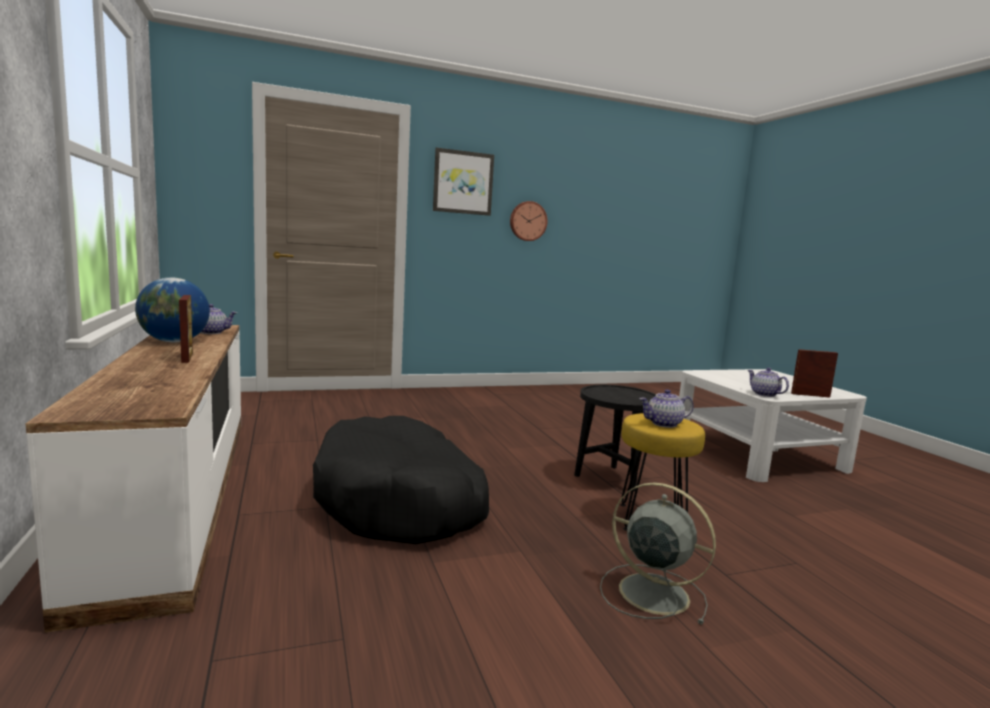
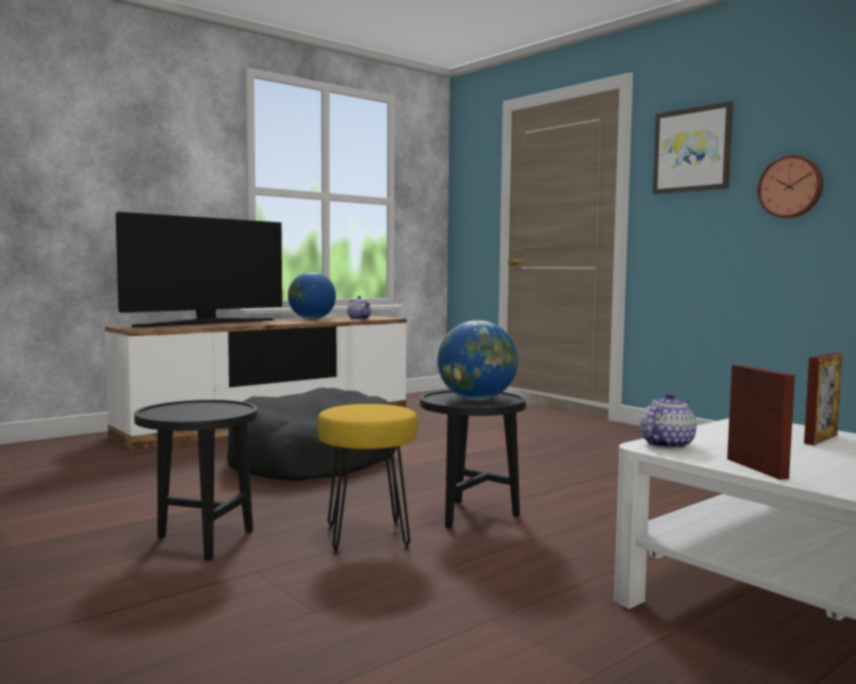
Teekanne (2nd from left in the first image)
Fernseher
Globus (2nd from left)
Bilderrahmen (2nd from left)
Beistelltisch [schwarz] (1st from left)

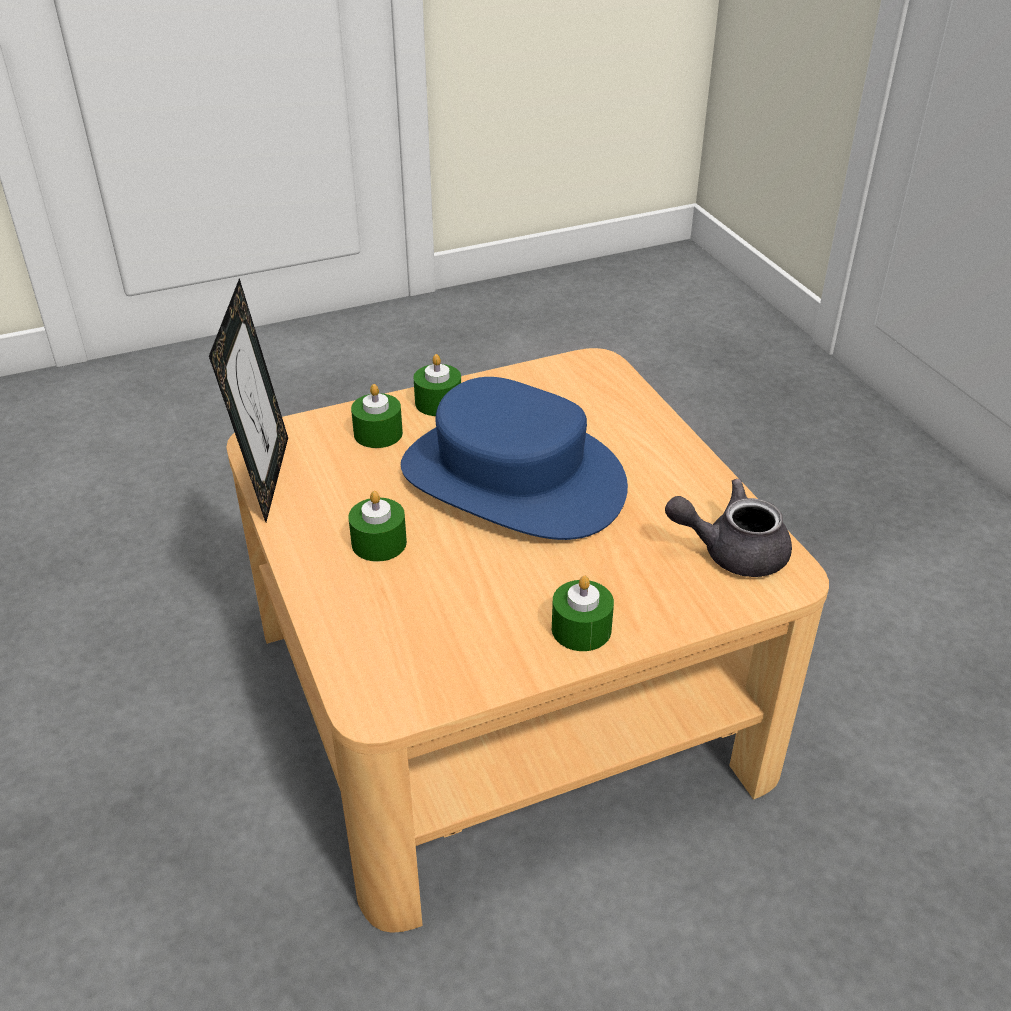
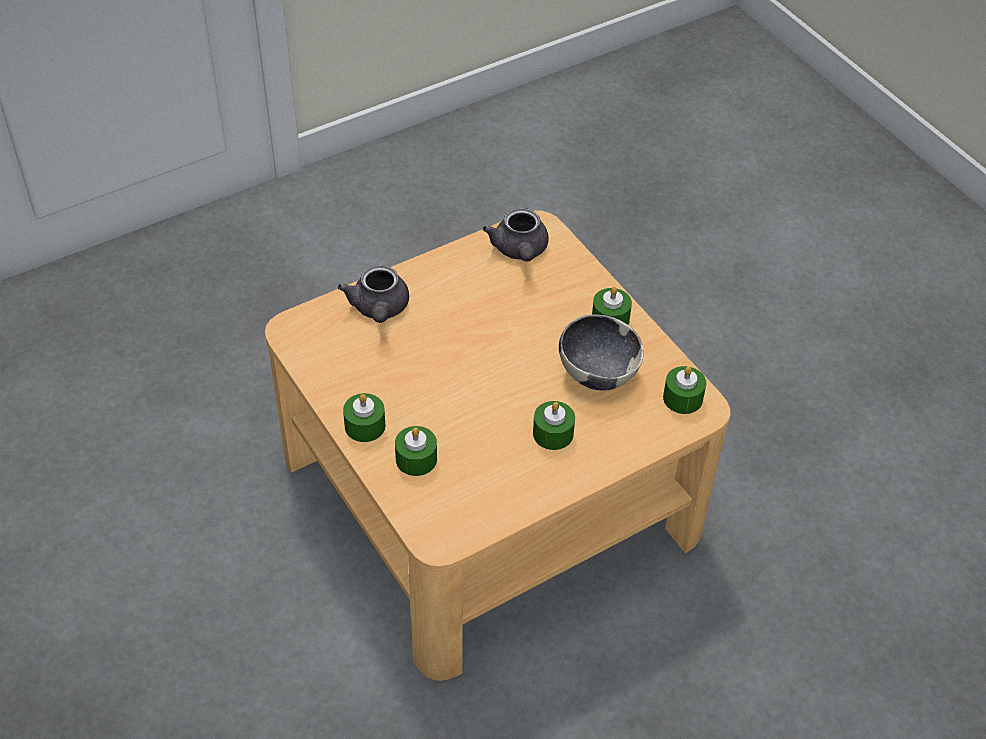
Bilderrahmen
Hut [blau]
Teekanne [grau] (1st from left)
Schüssel
Kerze [grün] (5th from left)

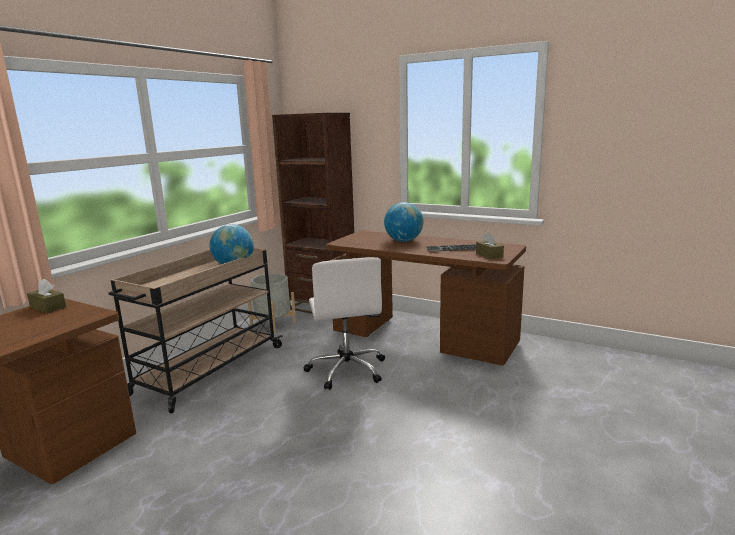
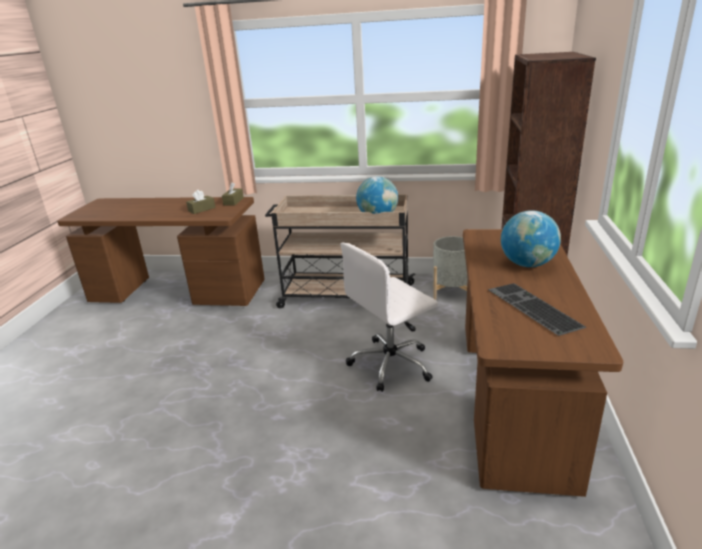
Taschentuchbox [braun] (1st from left)

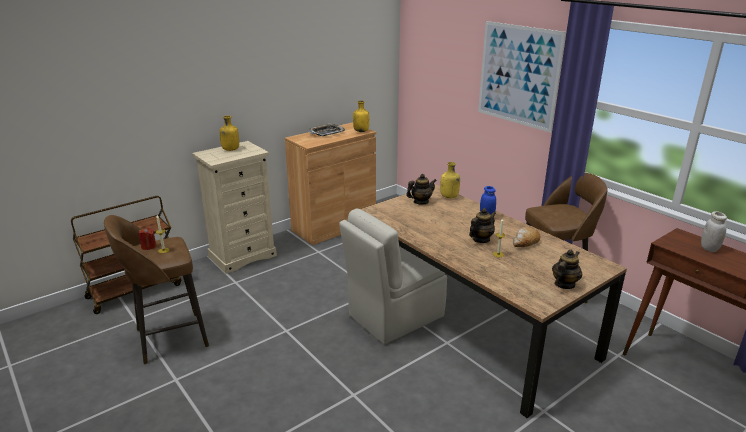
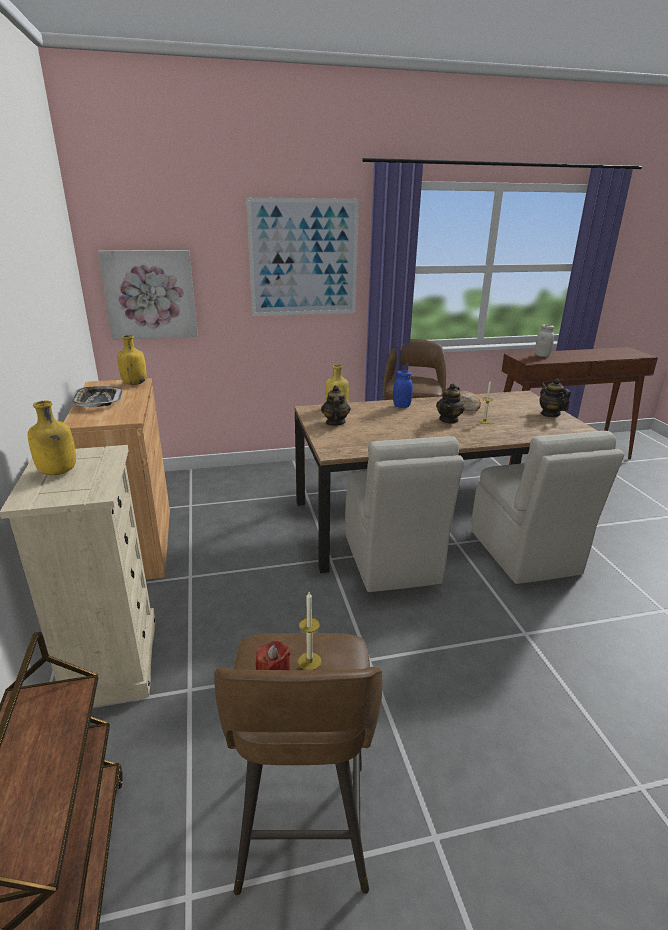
Bild (1st from left)
Stuhl [beige] (2nd from left)
Teekanne (2nd from left)

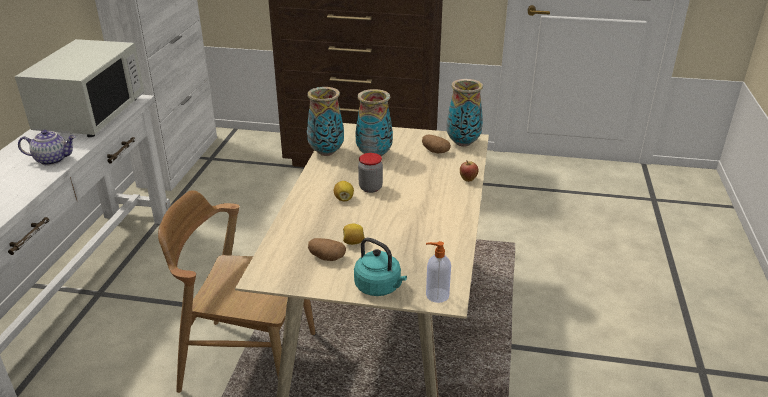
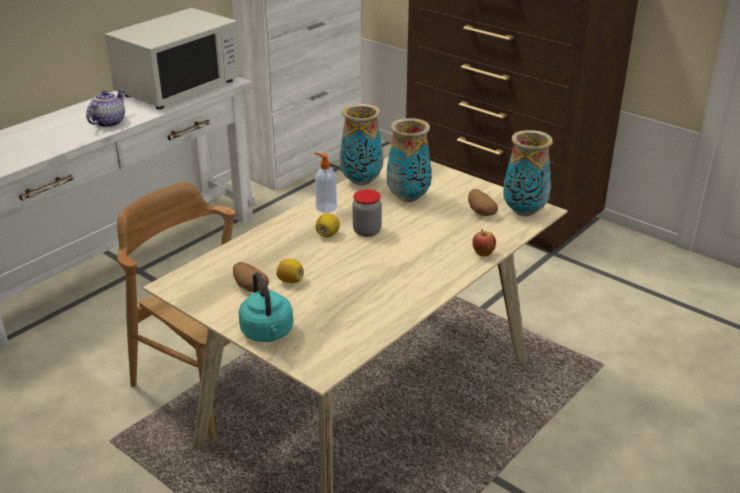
Seifenspender
Teekanne

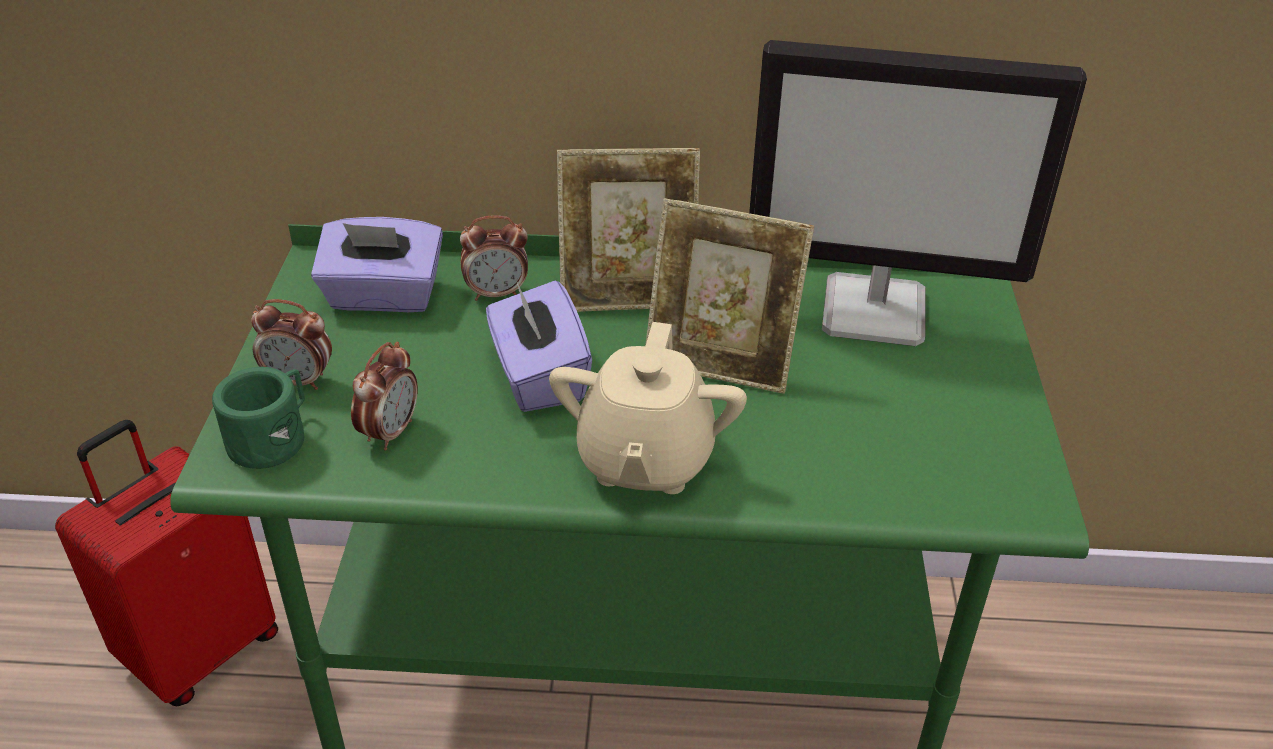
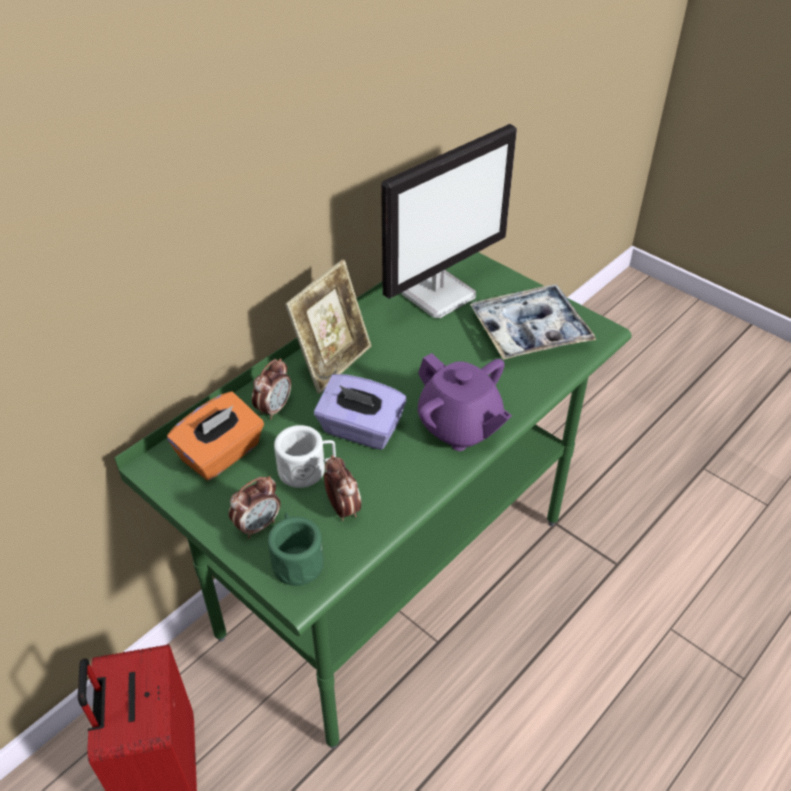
Bilderrahmen (2nd from left in the first image)
Henkelbecher [weiß]
Tablett
Taschentuchbox [orange]
Teekanne [lila]

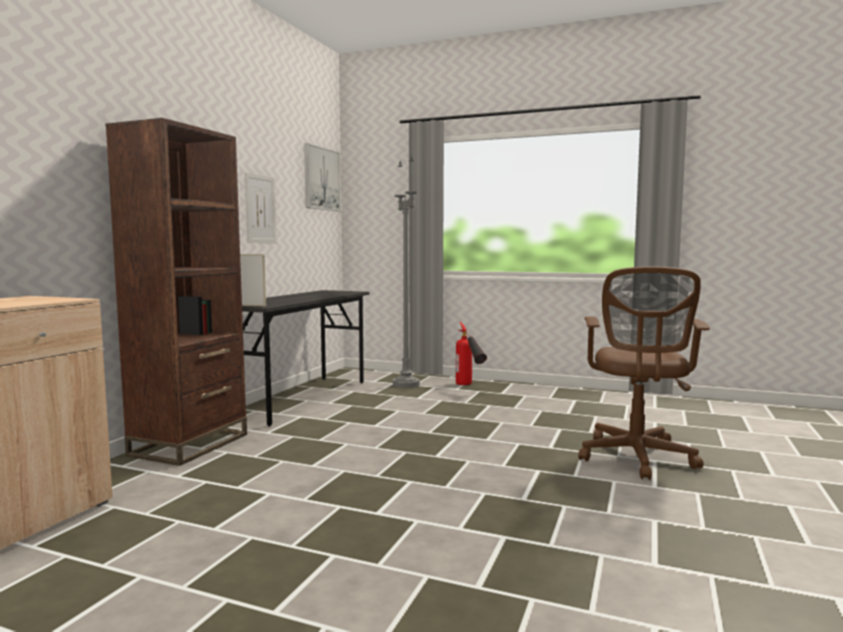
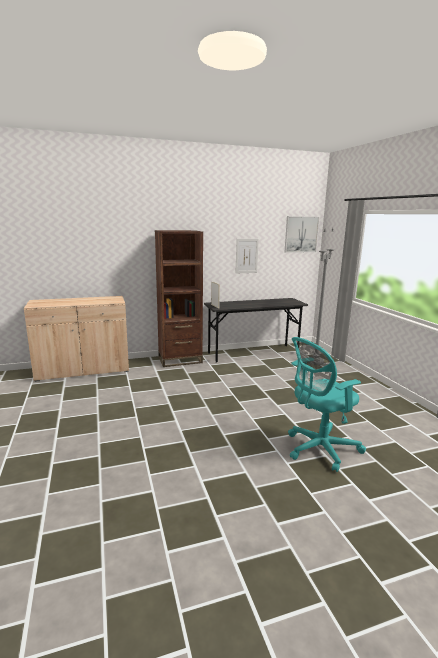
Feuerlöscher
Bürostuhl [türkis]

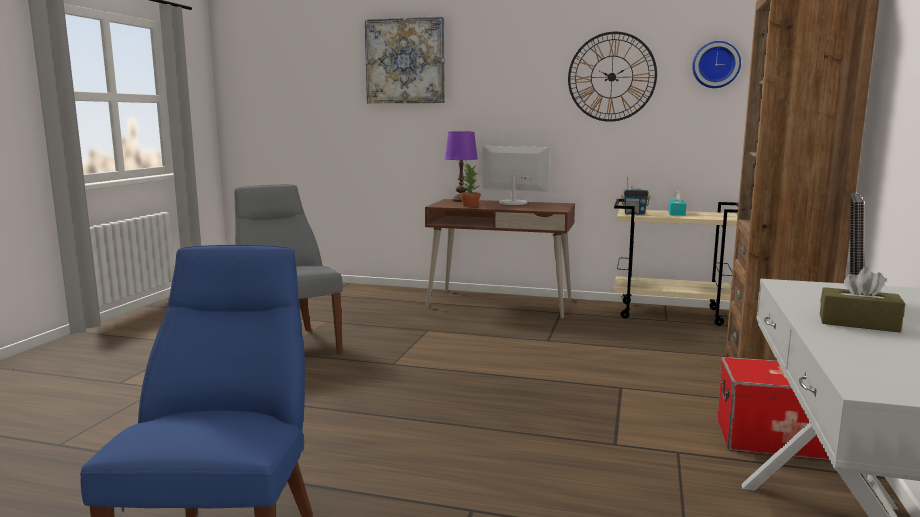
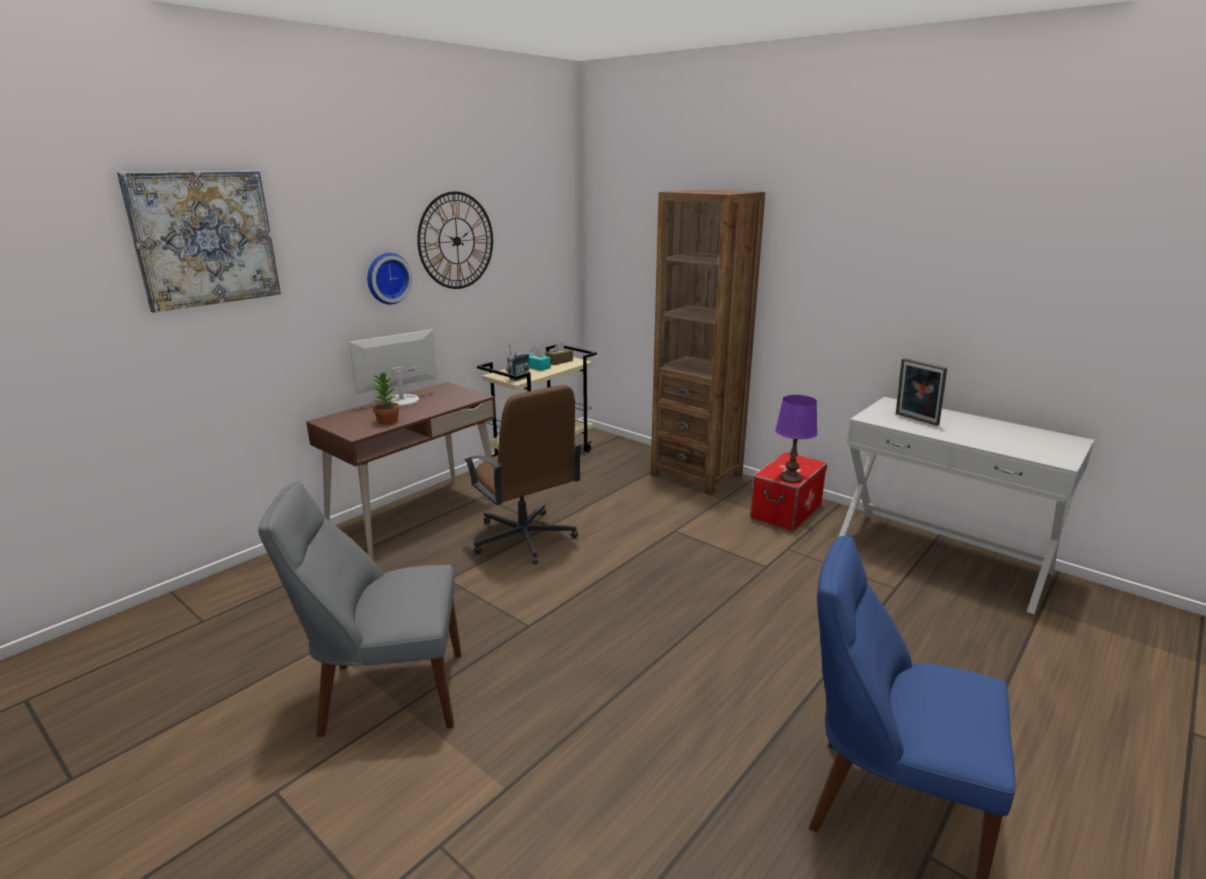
Bürostuhl [braun]
Tischlampe [lila]
Wanduhr (1st from left)
Taschentuchbox [braun]

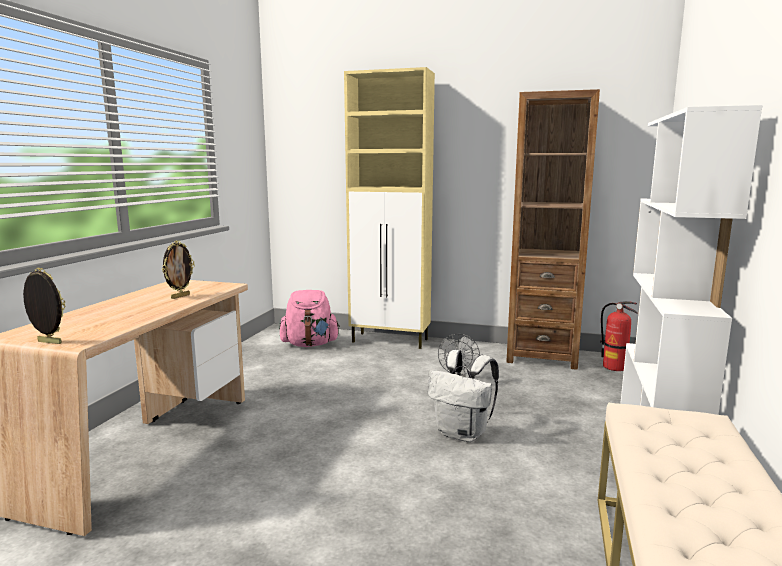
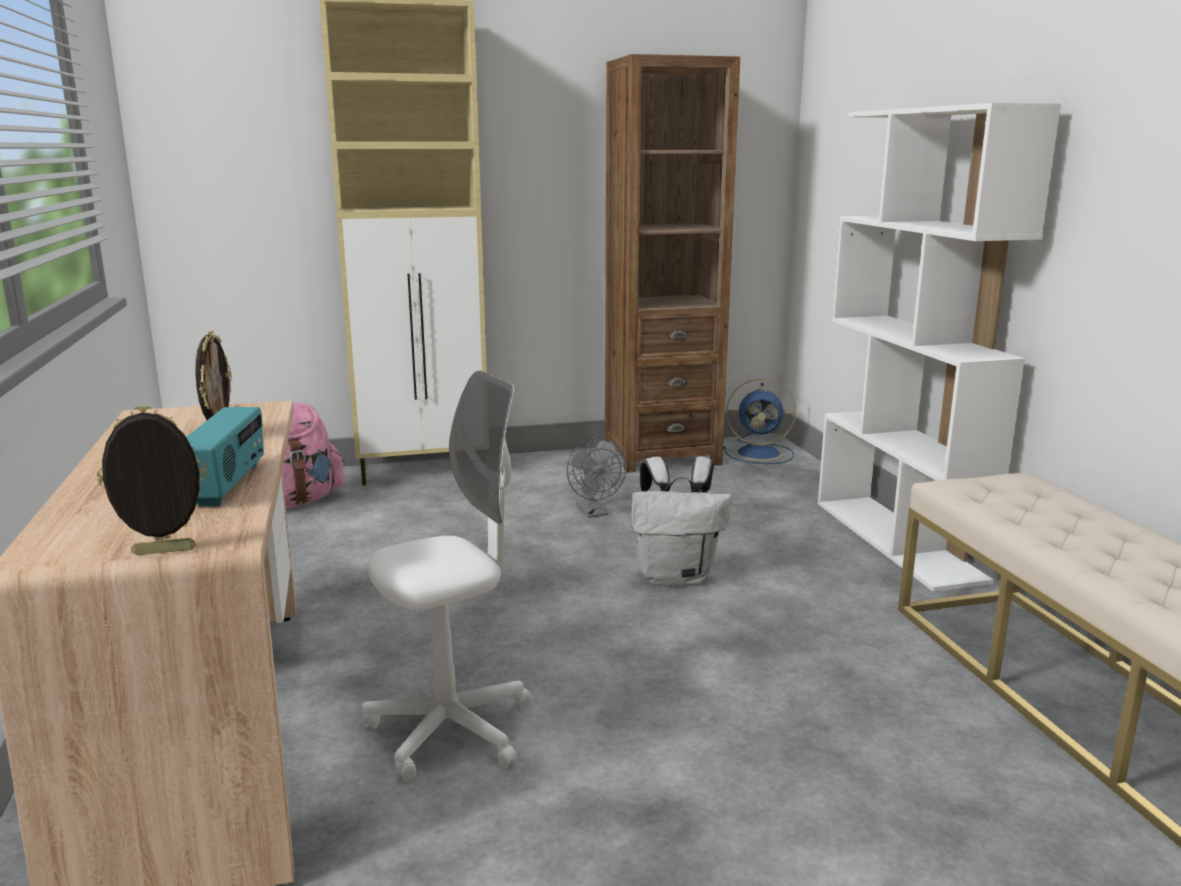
Radio
Bürostuhl [weiß]
Ventilator [blau]

